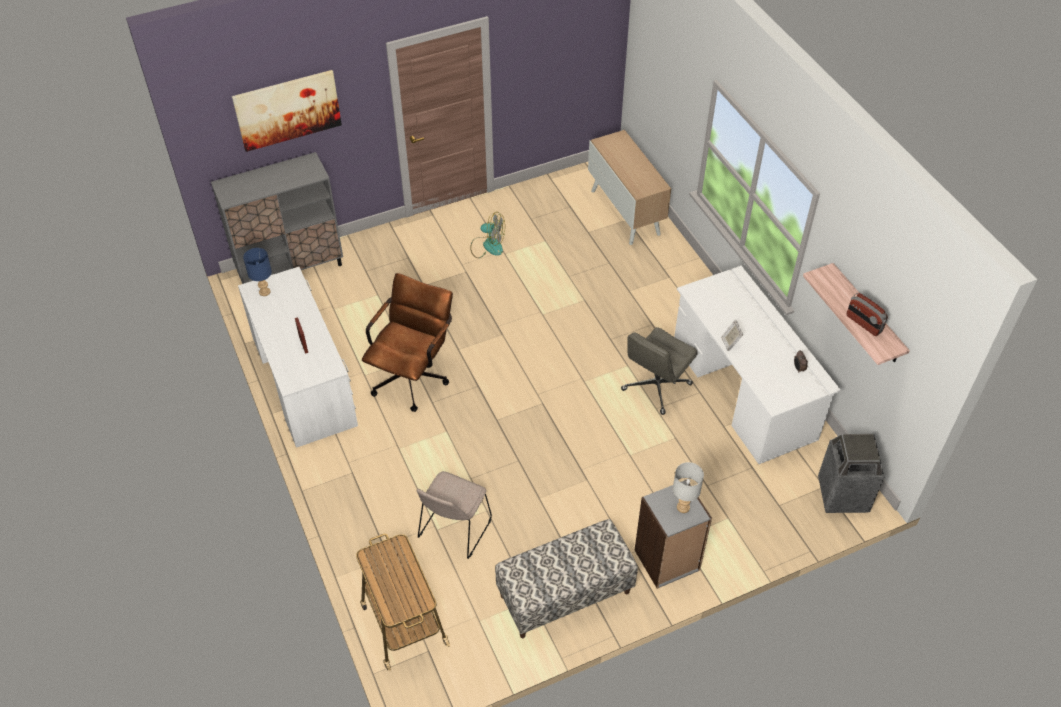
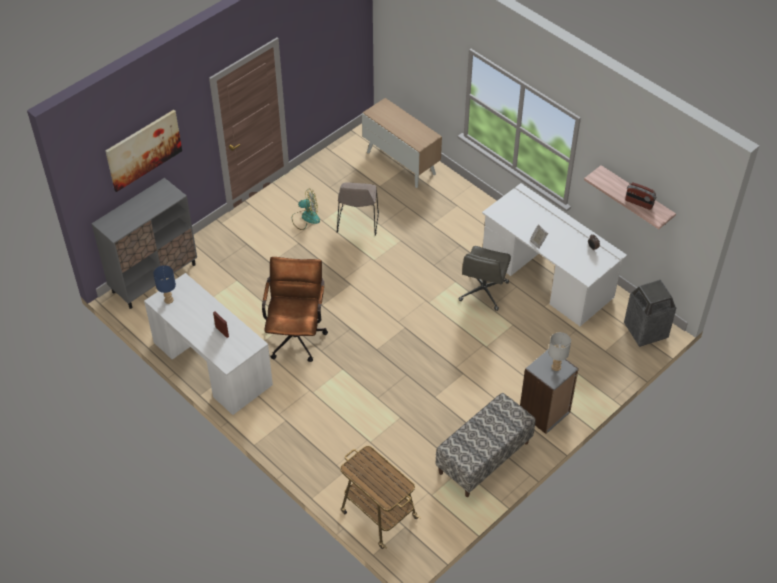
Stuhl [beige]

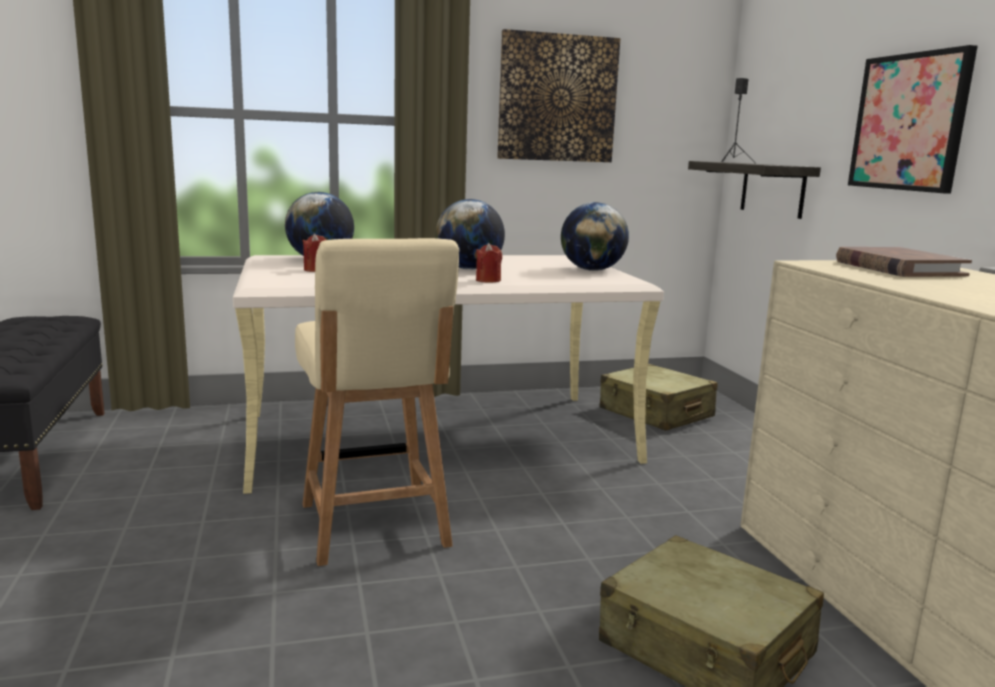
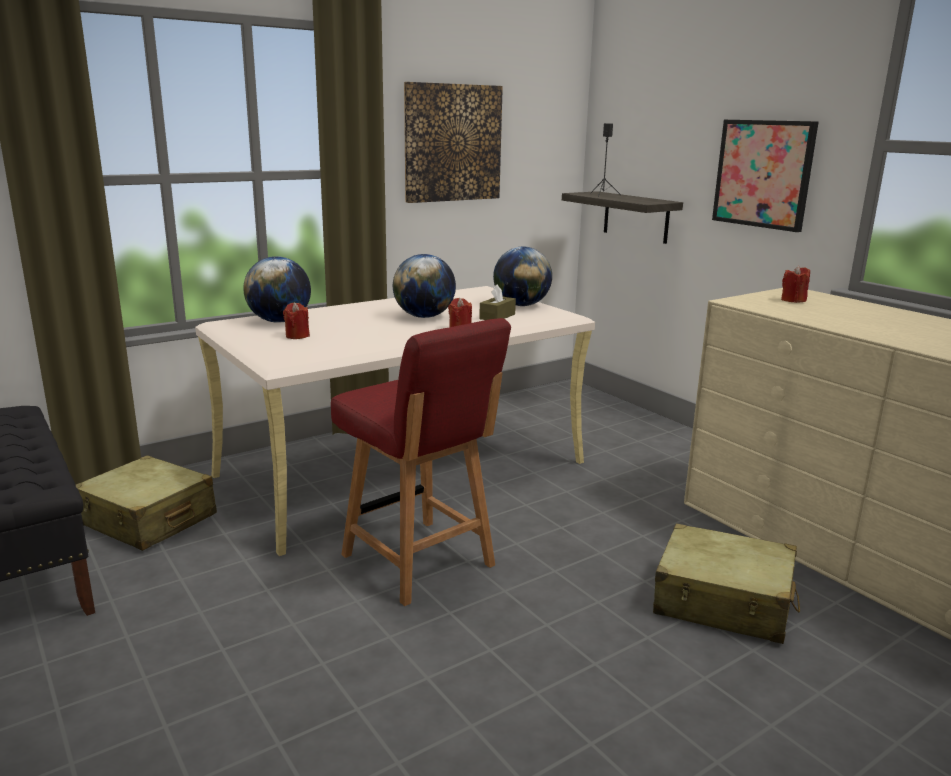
Taschentuchbox [braun]
Koffer [beige] (1st from left)
Kerze [rot] (3rd from left)
Stuhl [rot]

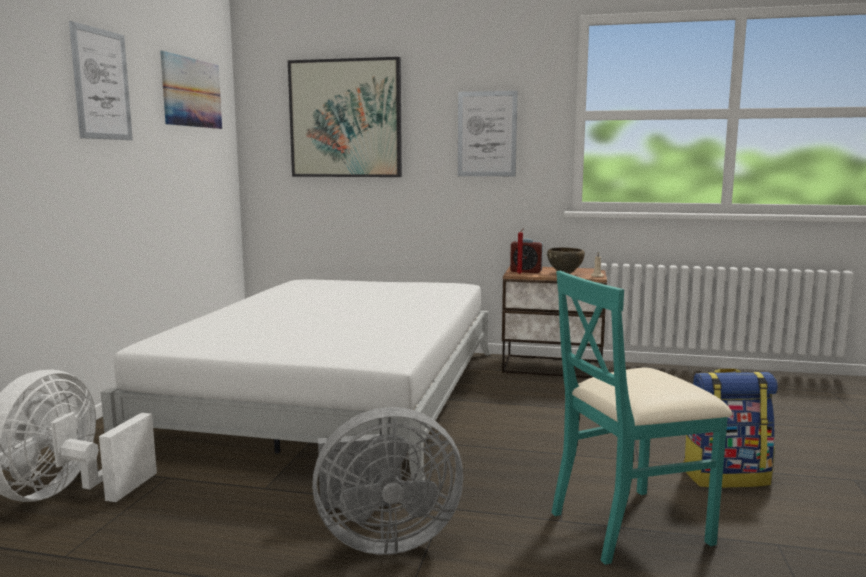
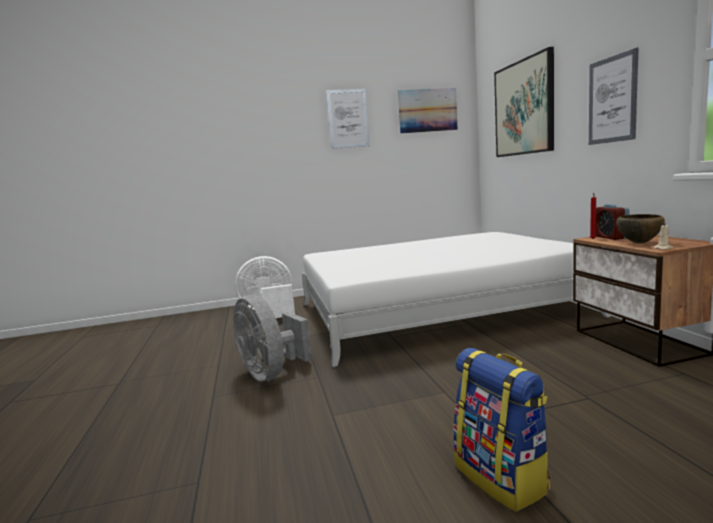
Stuhl [türkis]

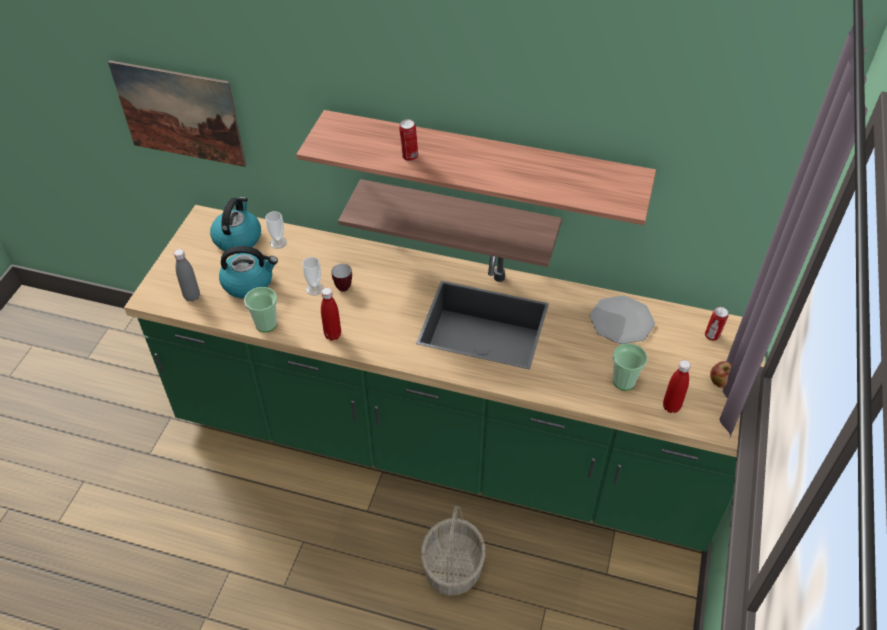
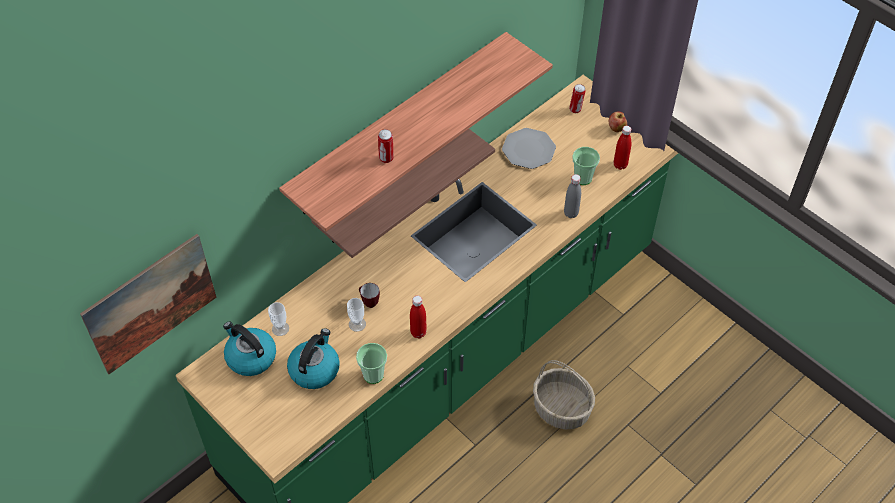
Flasche [grau]

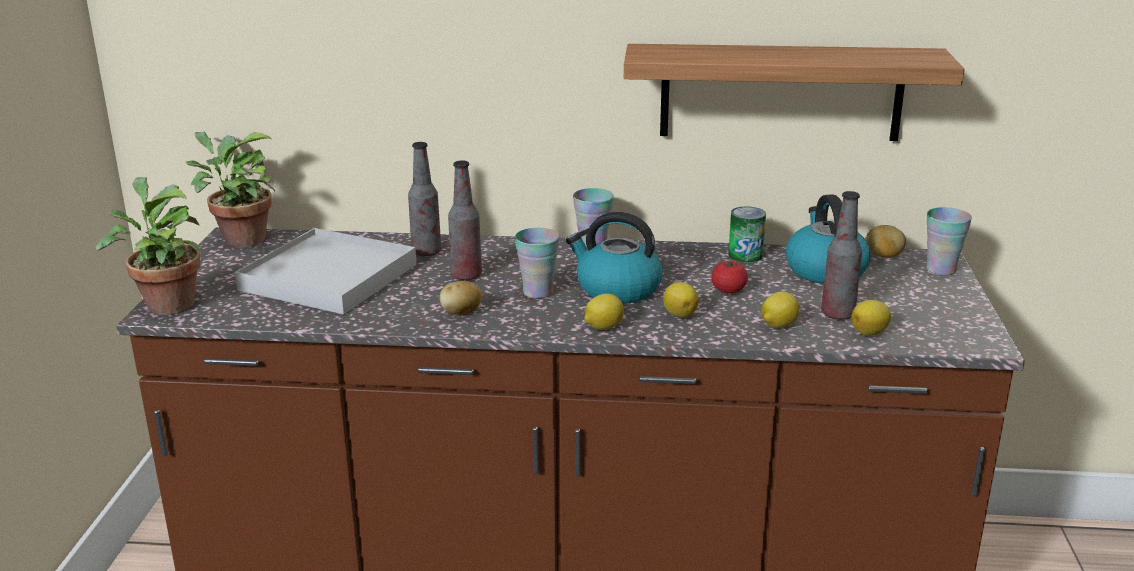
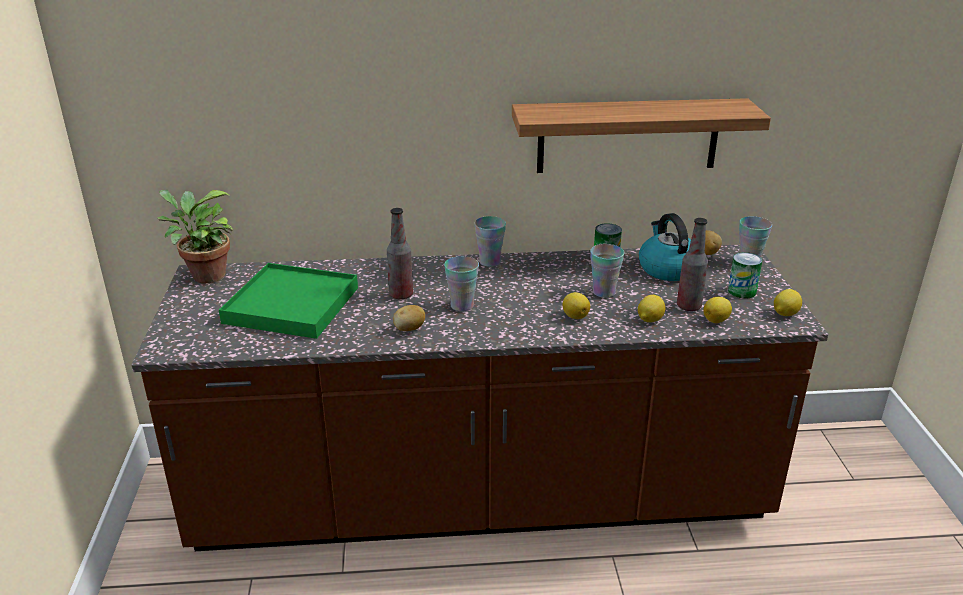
Topfpflanze (1st from left in the first image)
Flasche (1st from left in the first image)
Wasserkessel (1st from left in the first image)
Dose (2nd from left)
Zitrone (4th from left)
Tasse (3rd from left)
Tablett [grün]

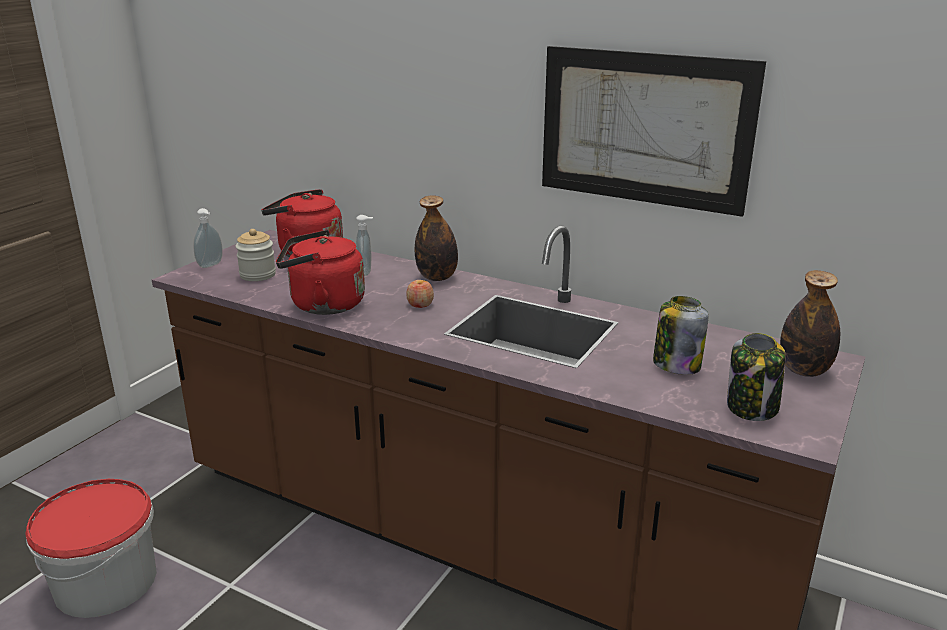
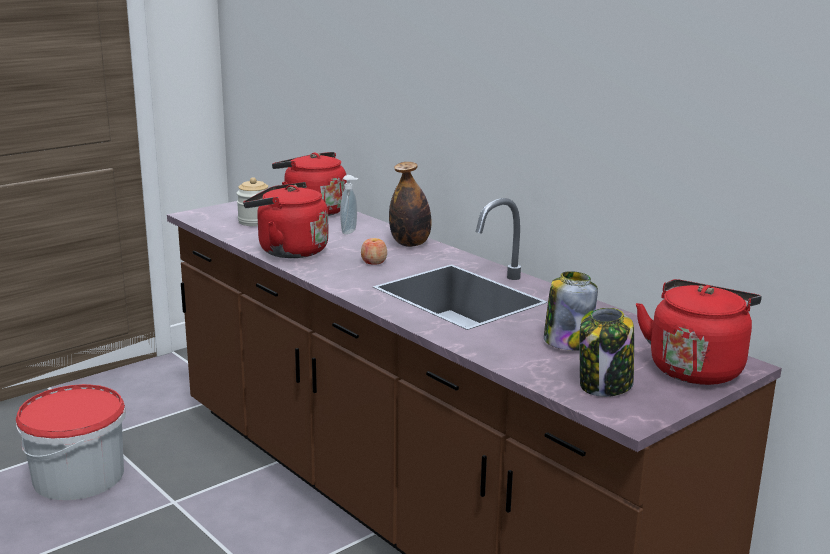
Seifenspender (1st from left in the first image)
Bild
Wasserkessel [rot] (3rd from left)

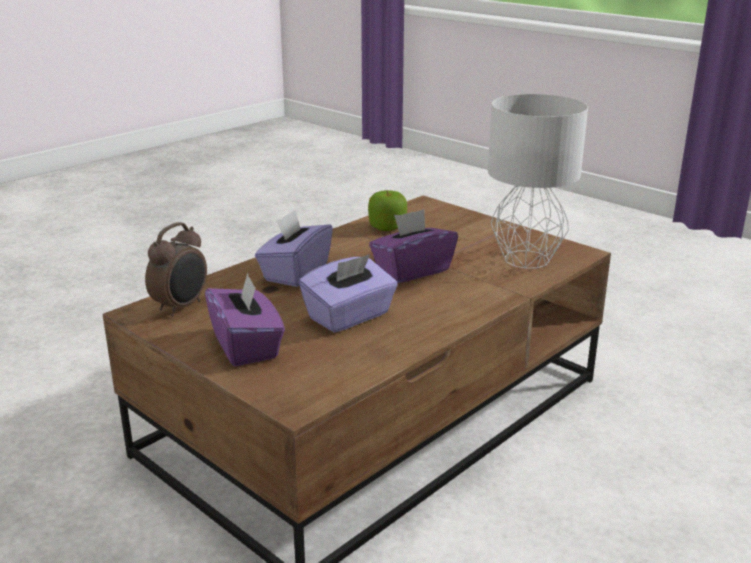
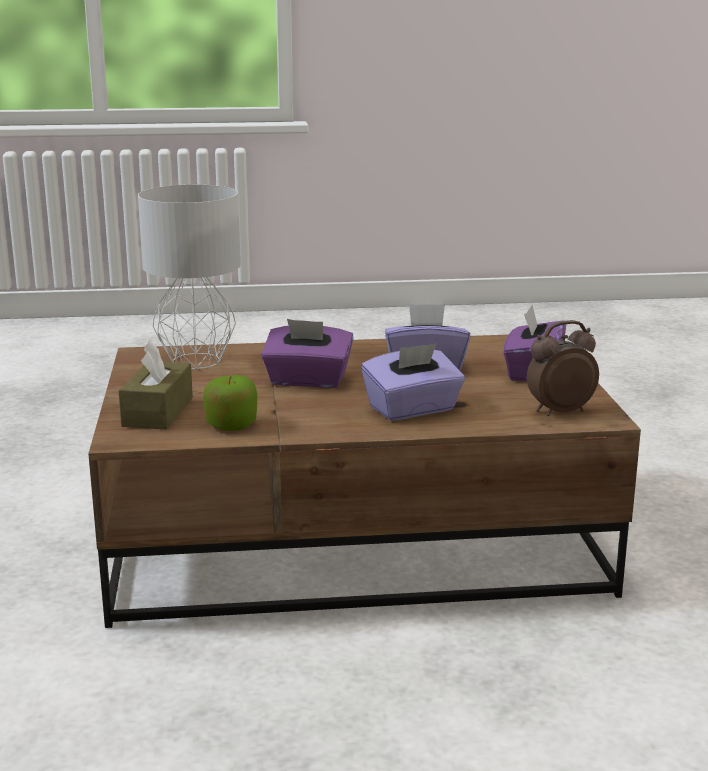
Taschentuchbox [braun]

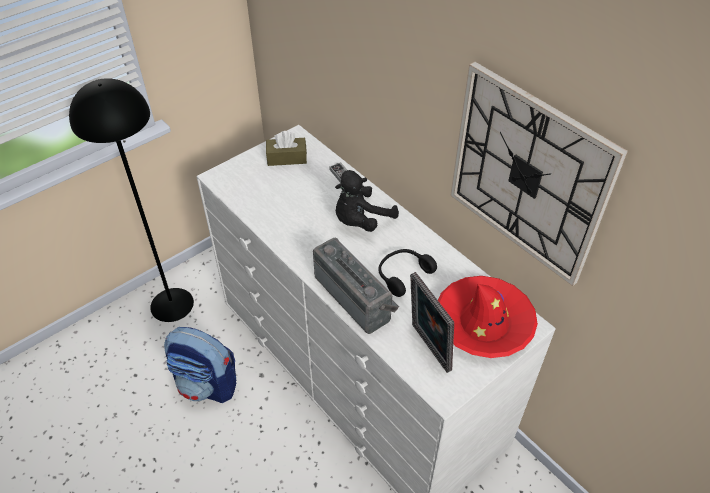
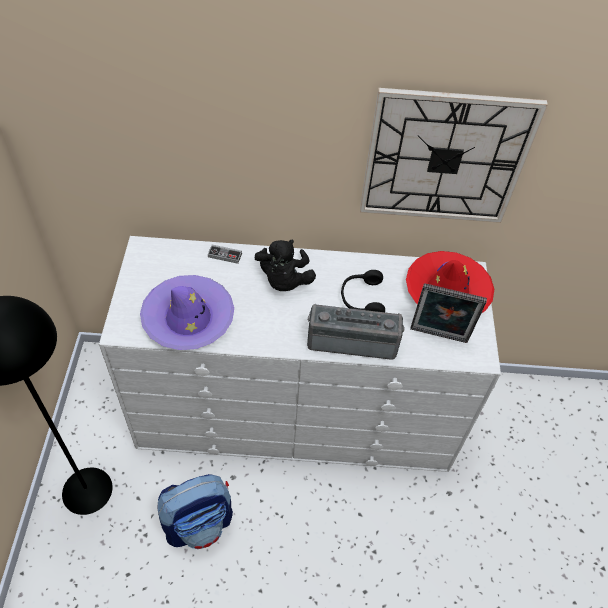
Taschentuchbox [braun]
Hut [lila]

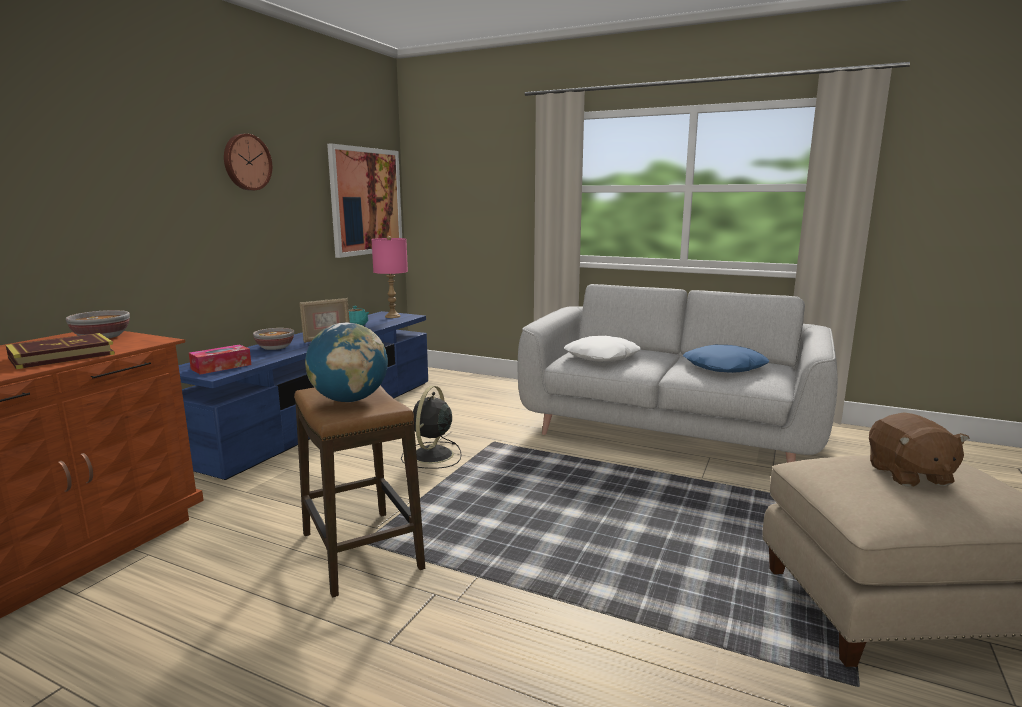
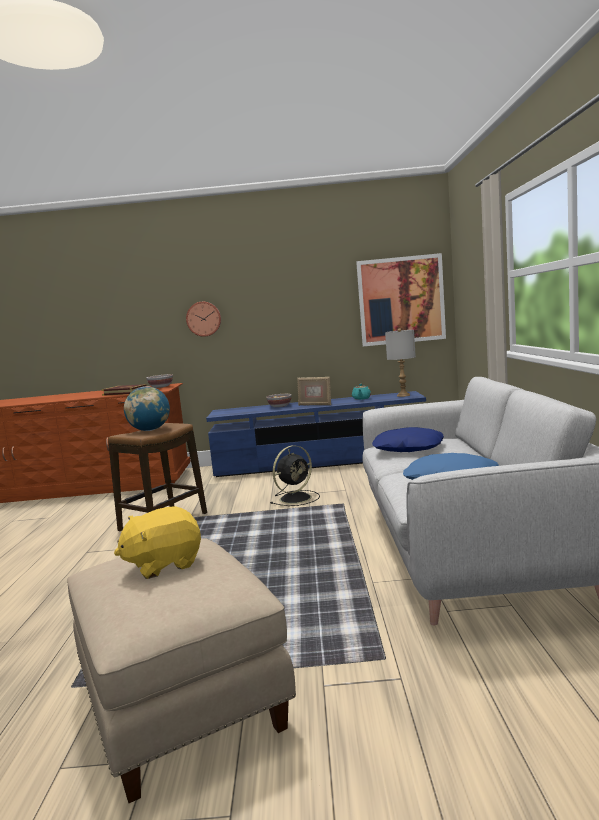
Taschentuchbox
Wanduhr
Tischlampe [grau]
Kissen [blau] (1st from left)
Plüschtier [gelb]
Ventilator [schwarz]

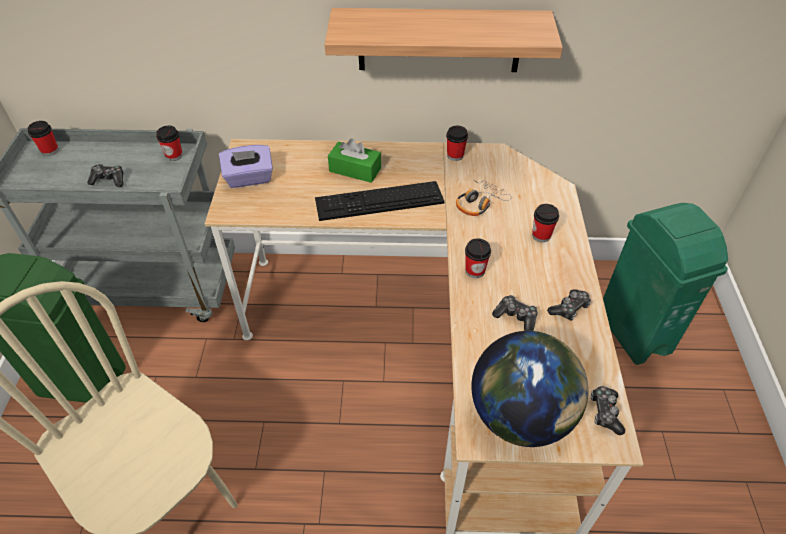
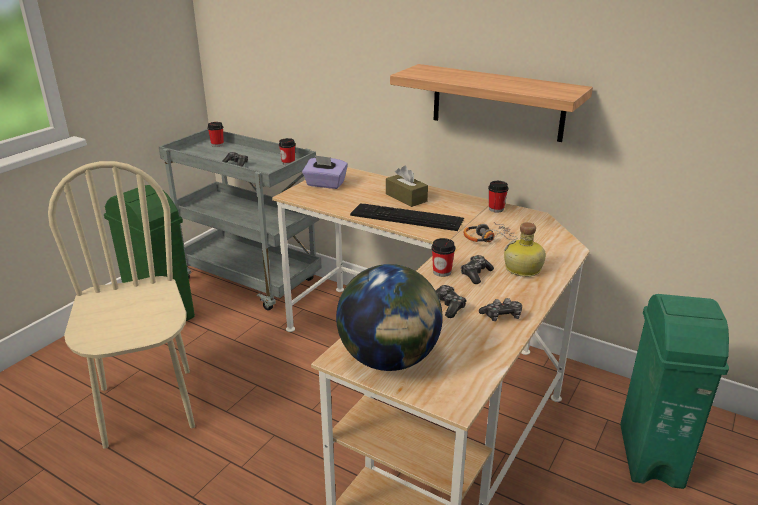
Gamepad (3rd from left)
Flasche
Taschentuchbox [braun]

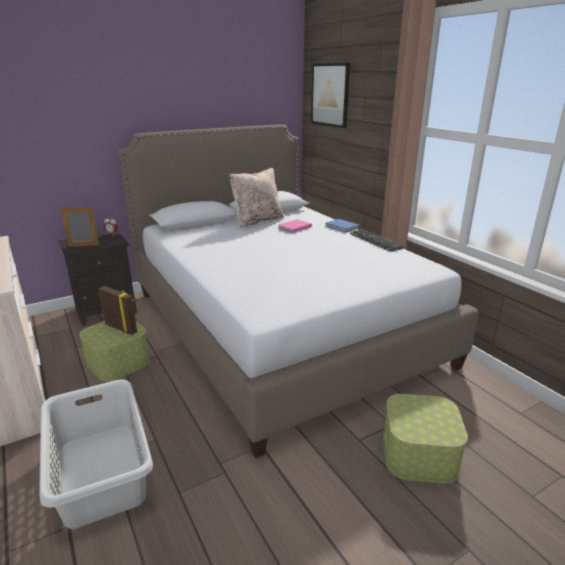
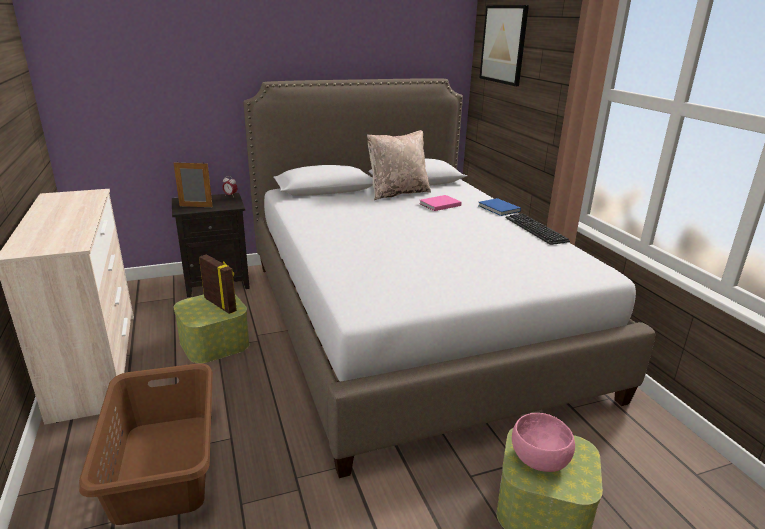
Schüssel [rosa]
Wäschekorb [braun]

